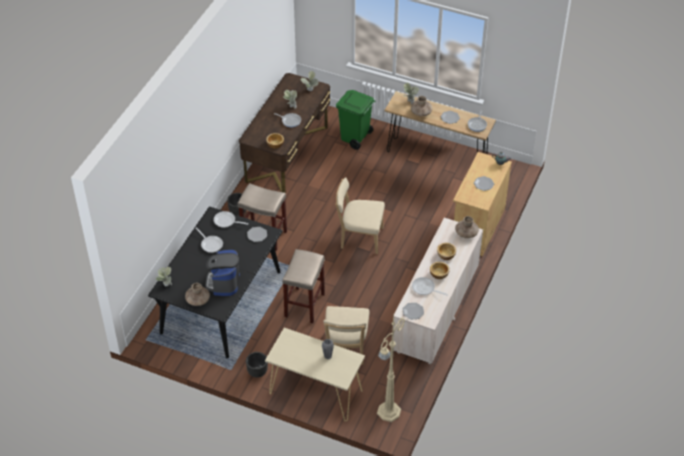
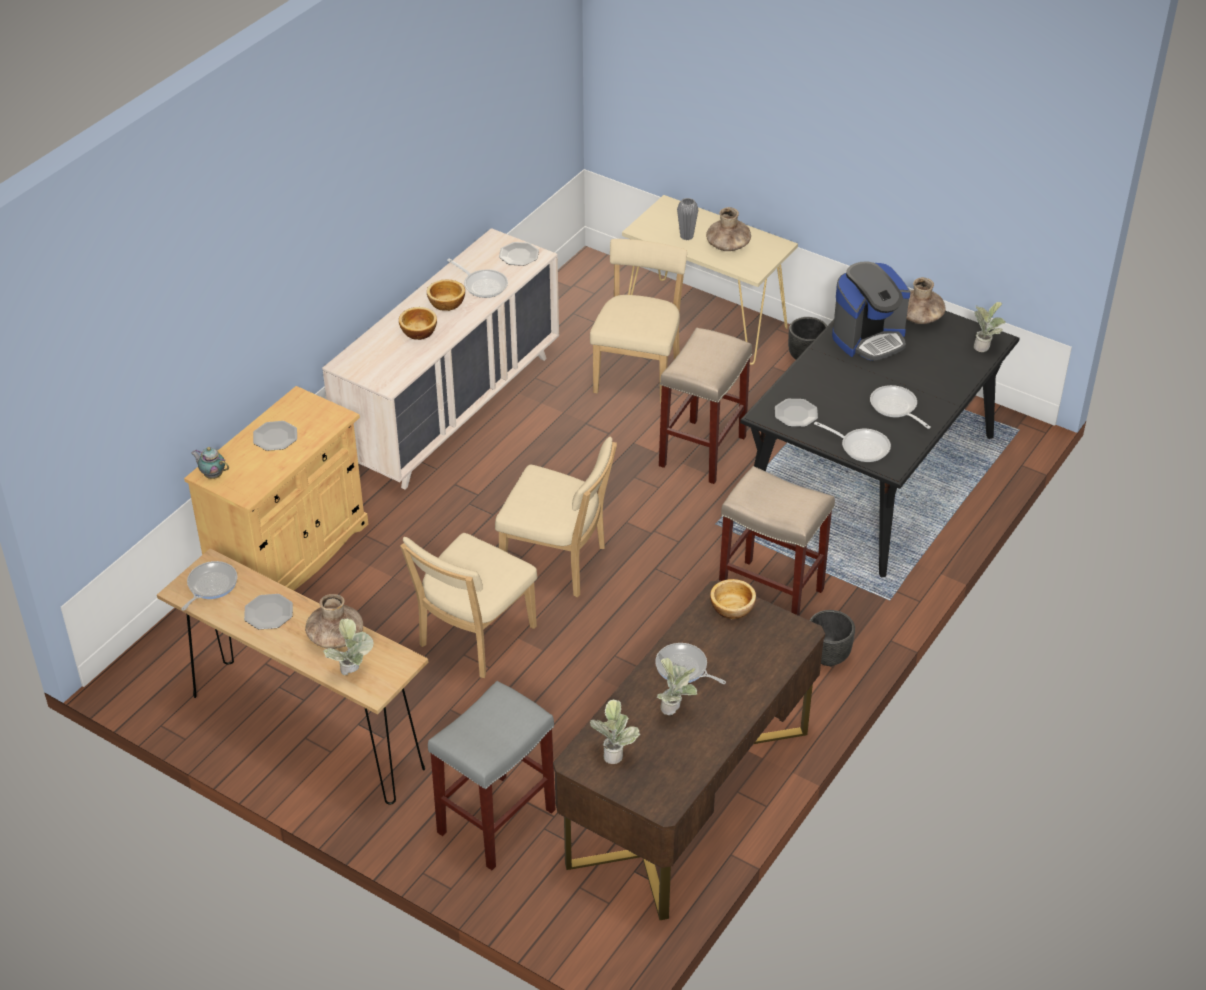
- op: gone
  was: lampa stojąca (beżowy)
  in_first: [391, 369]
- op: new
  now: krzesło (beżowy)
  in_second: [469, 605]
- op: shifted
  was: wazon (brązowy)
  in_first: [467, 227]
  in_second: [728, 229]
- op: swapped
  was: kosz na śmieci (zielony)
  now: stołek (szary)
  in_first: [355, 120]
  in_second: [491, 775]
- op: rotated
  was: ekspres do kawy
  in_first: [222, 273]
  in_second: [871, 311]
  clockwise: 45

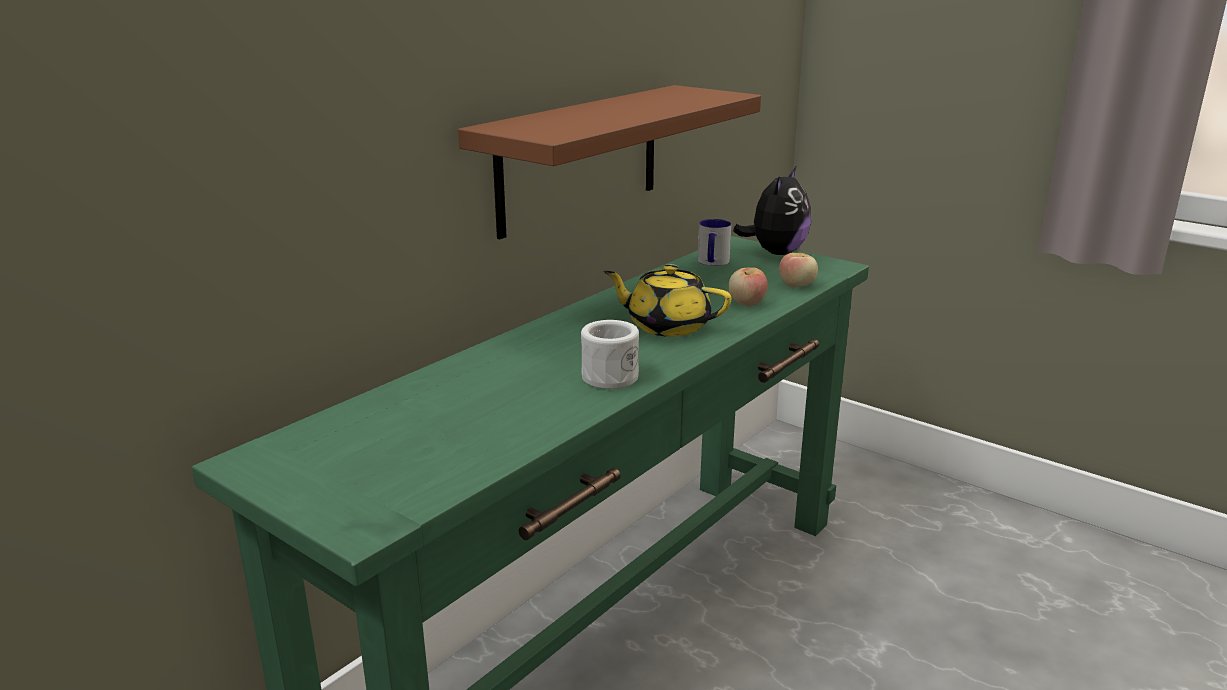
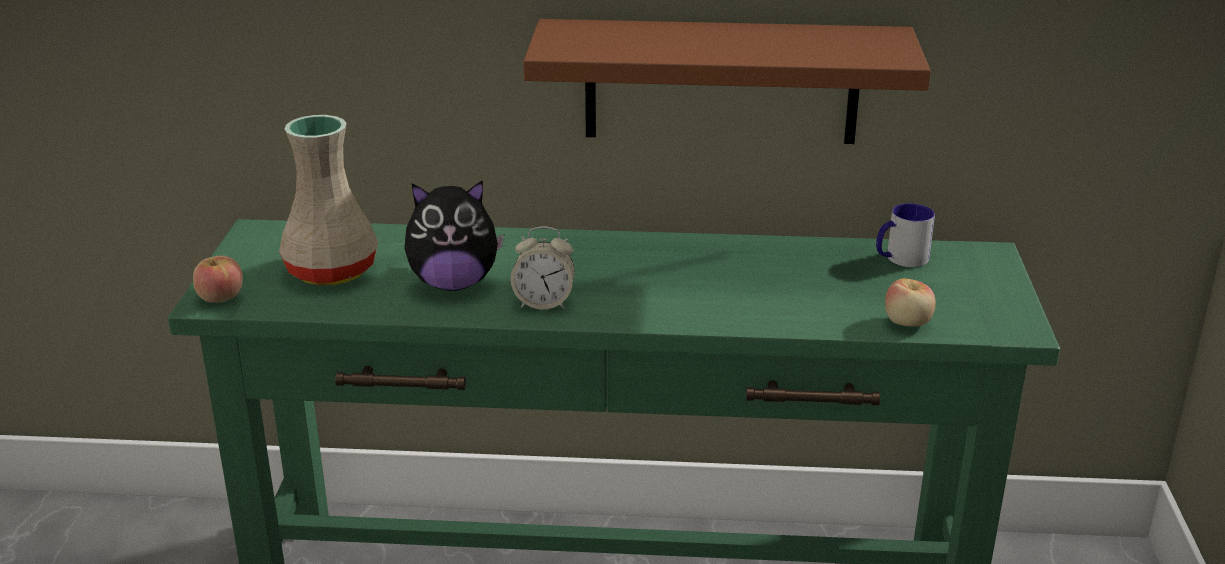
- op: gone
  was: imbryk (żółty)
  in_first: [667, 300]
- op: new
  now: wazon (beżowy)
  in_second: [328, 200]
- op: shifted
  was: jabłko
  in_first: [748, 287]
  in_second: [218, 279]
- op: shifted
  was: pluszak
  in_first: [772, 211]
  in_second: [454, 235]
- op: swapped
  was: kubek (biały)
  now: budzik
  in_first: [610, 354]
  in_second: [543, 267]

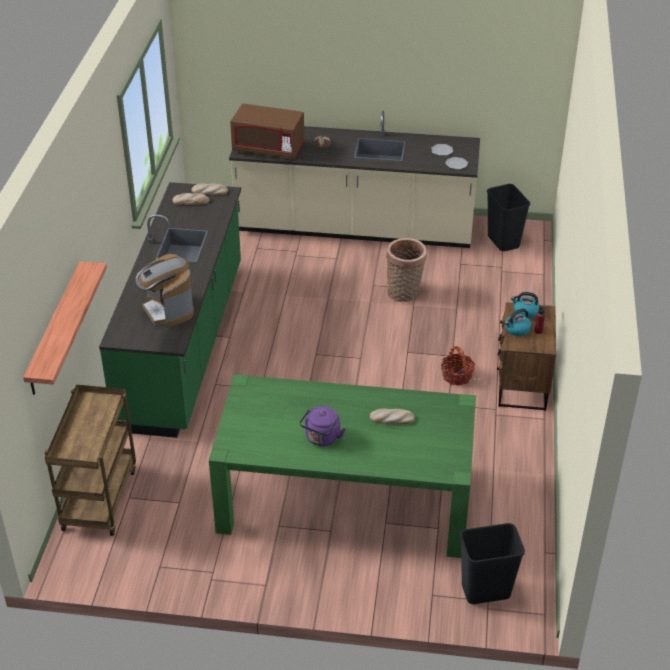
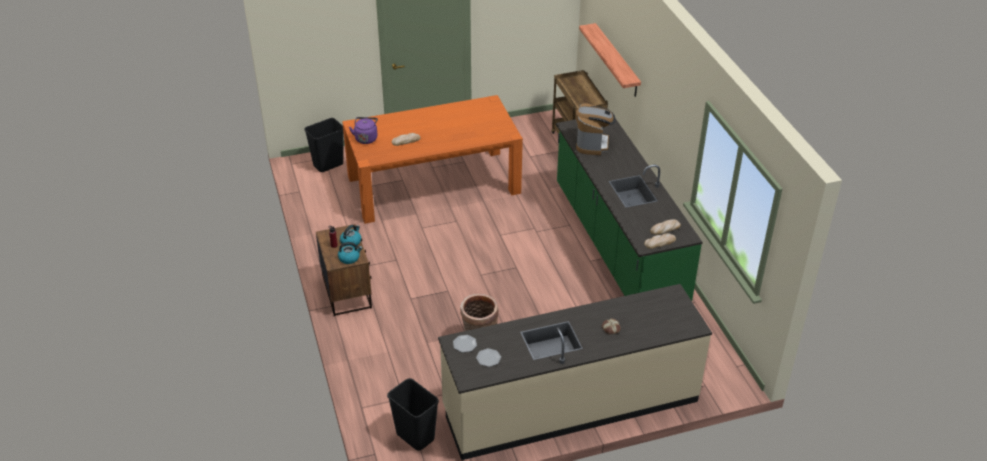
- op: gone
  was: mikrofalówka (brązowy)
  in_first: [267, 131]
- op: gone
  was: koszyk
  in_first: [458, 366]
- op: shifted
  was: czajnik (fioletowy)
  in_first: [322, 426]
  in_second: [363, 130]
- op: repainted
  was: stół jadalny (zielony)
  now: stół jadalny (pomarańczowy)
  in_first: [342, 466]
  in_second: [432, 159]
- op: rotated
  was: ekspres do kawy
  in_first: [165, 291]
  in_second: [596, 129]
  clockwise: 60

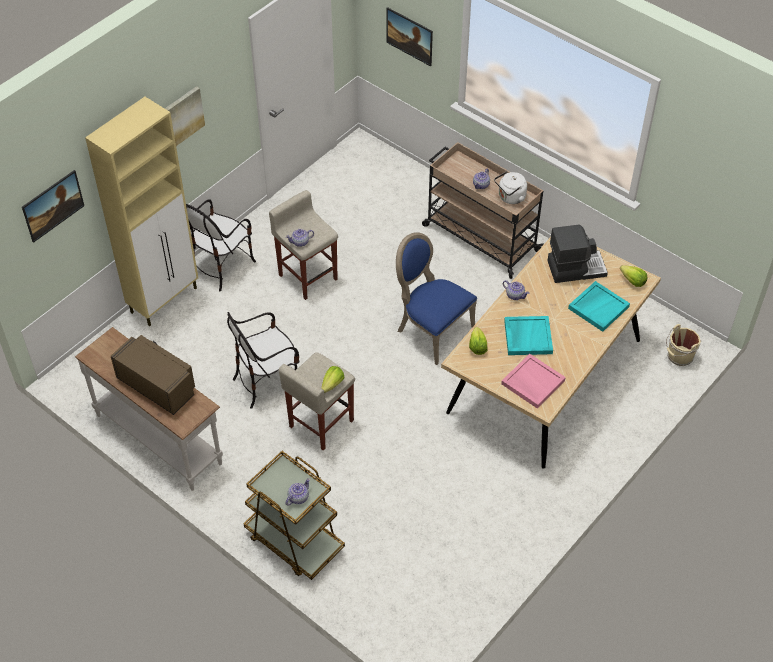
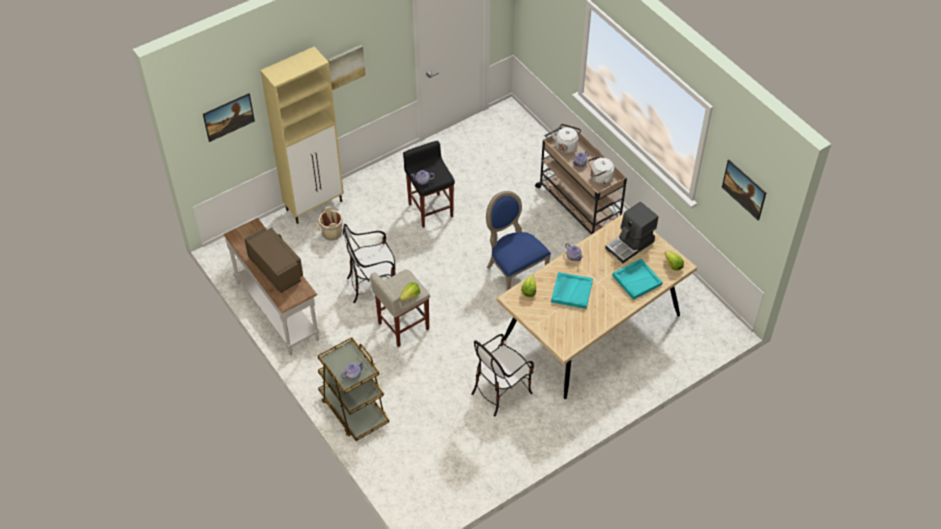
- op: gone
  was: taca (różowy)
  in_first: [533, 381]
- op: new
  now: czajnik (biały)
  in_second: [566, 138]
- op: shifted
  was: krzesło
  in_first: [221, 245]
  in_second: [502, 375]
- op: shifted
  was: obraz
  in_first: [409, 36]
  in_second: [744, 190]
- op: shifted
  was: wiadro (beżowy)
  in_first: [683, 345]
  in_second: [330, 224]
- op: repainted
  was: stołek (beżowy)
  now: stołek (czarny)
  in_first: [303, 245]
  in_second: [429, 184]
- op: rotated
  was: ekspres do kawy
  in_first: [577, 254]
  in_second: [632, 232]
  clockwise: 135

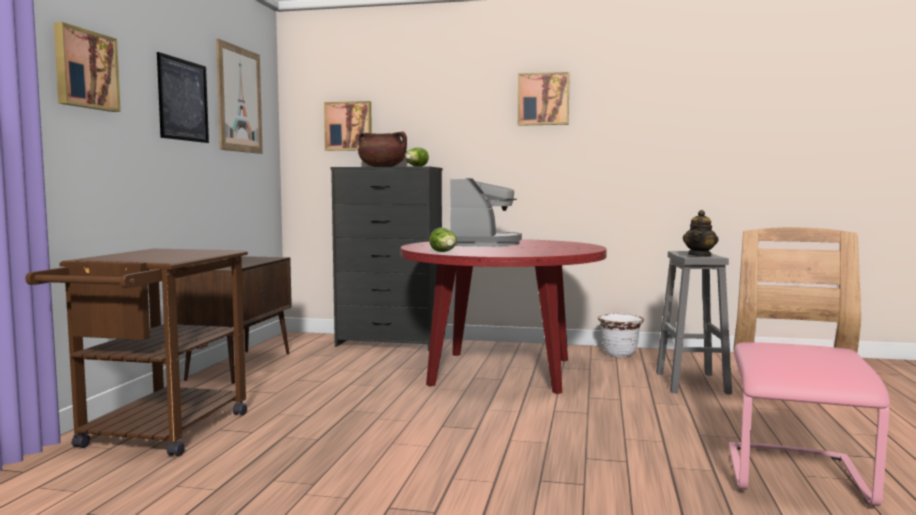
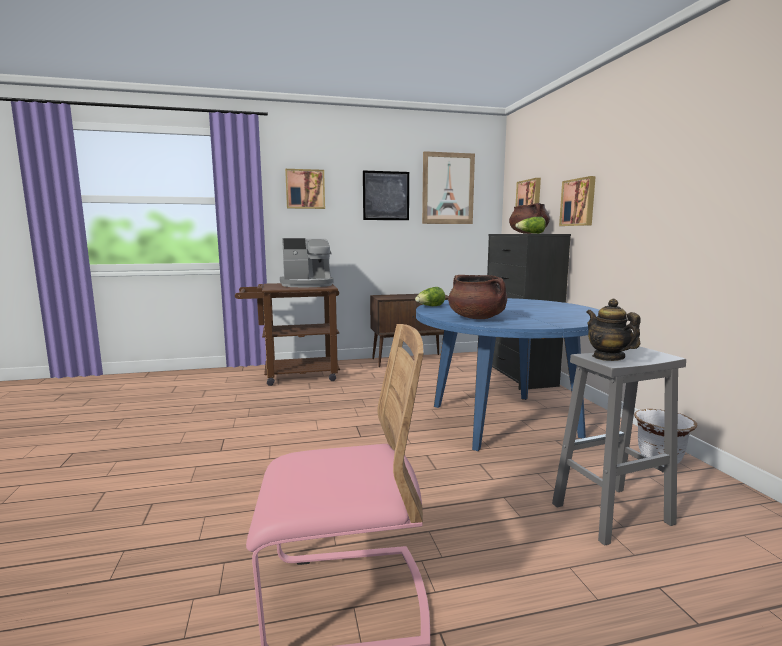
- op: new
  now: garnek (brązowy)
  in_second: [477, 297]
- op: shifted
  was: ekspres do kawy
  in_first: [486, 212]
  in_second: [307, 262]
- op: shifted
  was: obraz
  in_first: [544, 99]
  in_second: [577, 201]
- op: repainted
  was: stół jadalny (czerwony)
  now: stół jadalny (niebieski)
  in_first: [504, 316]
  in_second: [507, 374]
- op: rotated
  was: imbryk
  in_first: [700, 233]
  in_second: [613, 330]
  clockwise: 60

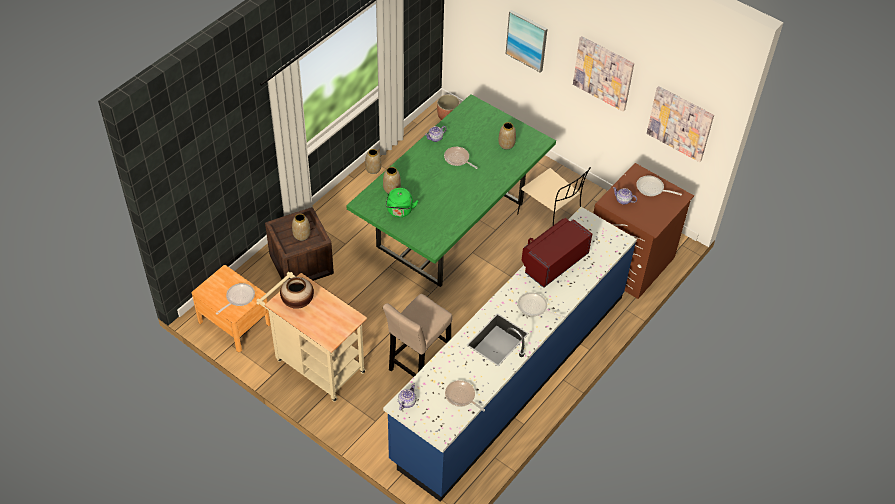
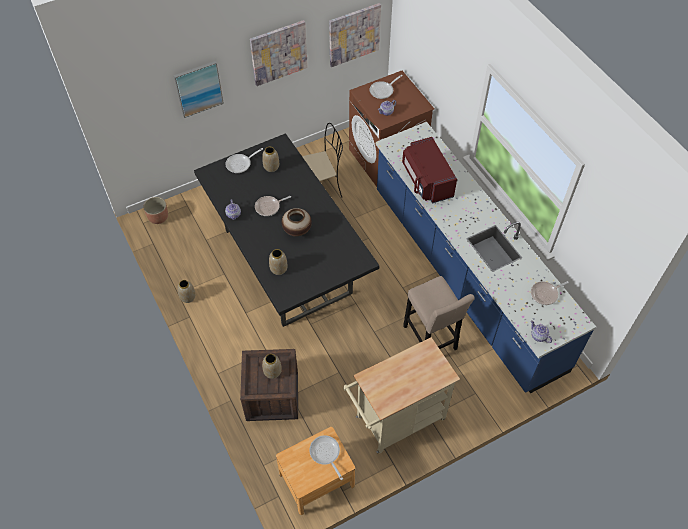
- op: gone
  was: czajnik (zielony)
  in_first: [402, 202]
- op: shifted
  was: wazon
  in_first: [297, 293]
  in_second: [297, 222]
- op: shifted
  was: patelnia
  in_first: [541, 305]
  in_second: [244, 160]
- op: repainted
  was: stół jadalny (zielony)
  now: stół jadalny (czarny)
  in_first: [451, 190]
  in_second: [286, 230]

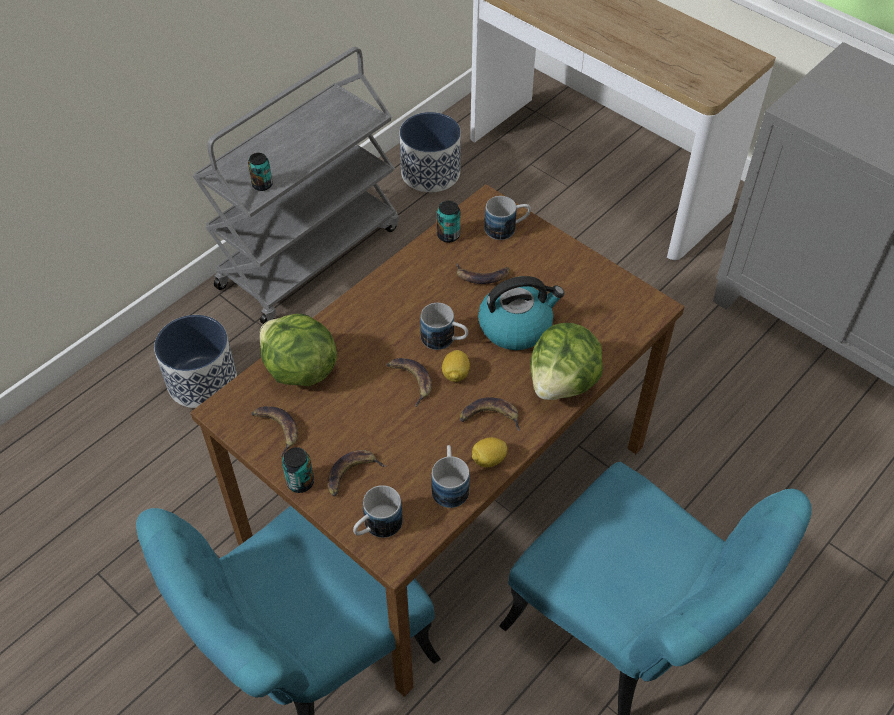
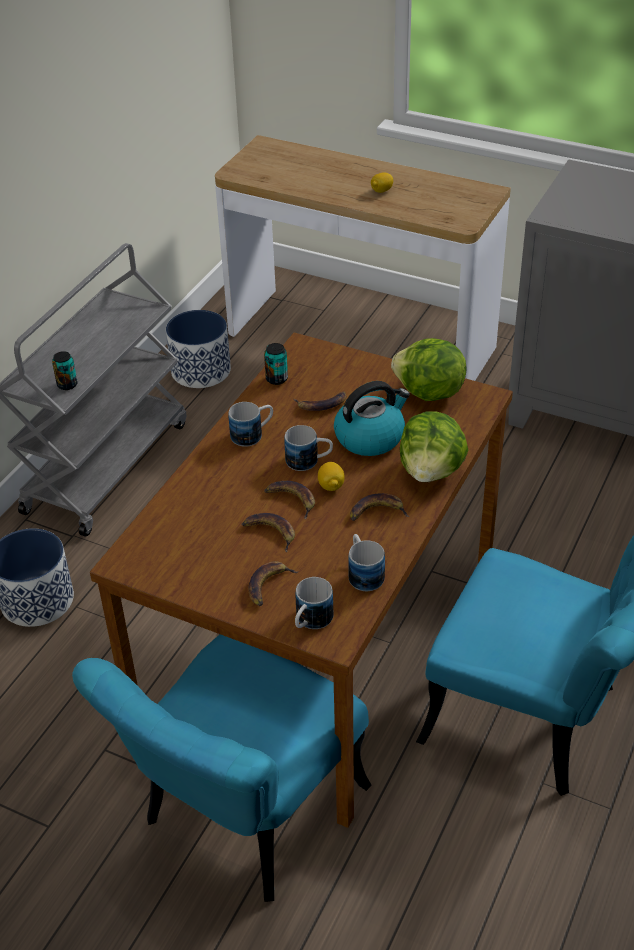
- op: gone
  was: puszka
  in_first: [298, 470]
- op: shifted
  was: banan
  in_first: [274, 431]
  in_second: [268, 532]
- op: shifted
  was: sałata
  in_first: [298, 350]
  in_second: [429, 369]
- op: shifted
  was: cytryna
  in_first: [489, 452]
  in_second: [382, 182]
- op: shifted
  was: kubek
  in_first: [508, 218]
  in_second: [250, 424]

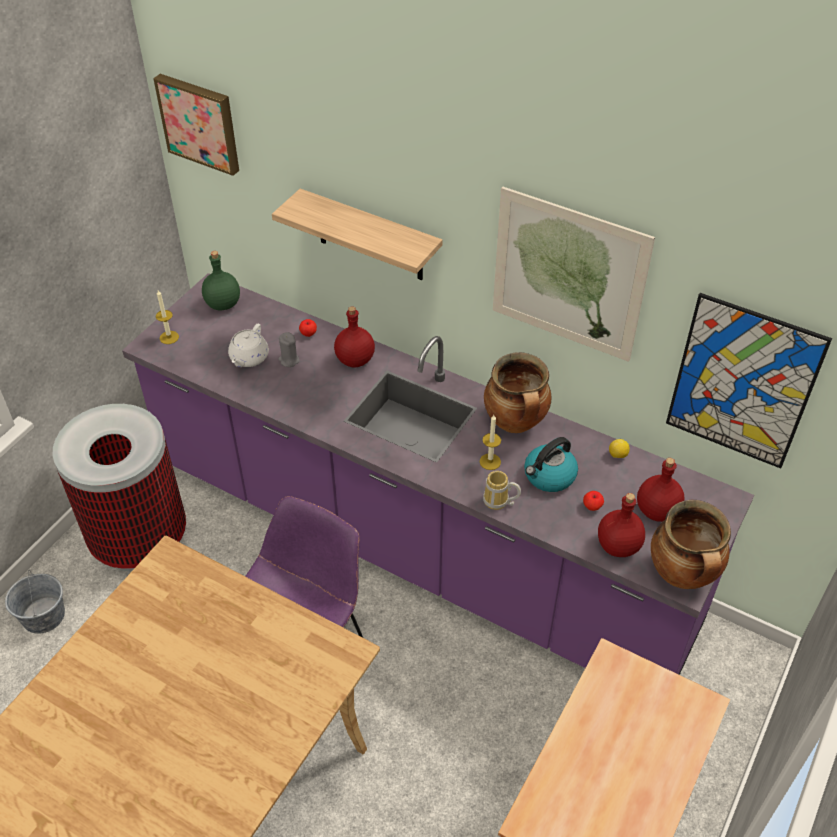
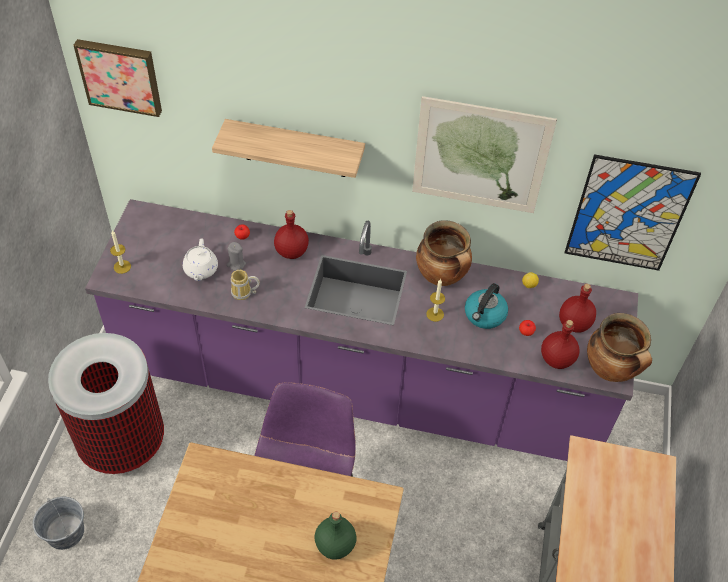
- op: shifted
  was: butelka (zielony)
  in_first: [221, 280]
  in_second: [335, 536]
- op: shifted
  was: kubek
  in_first: [502, 490]
  in_second: [245, 285]

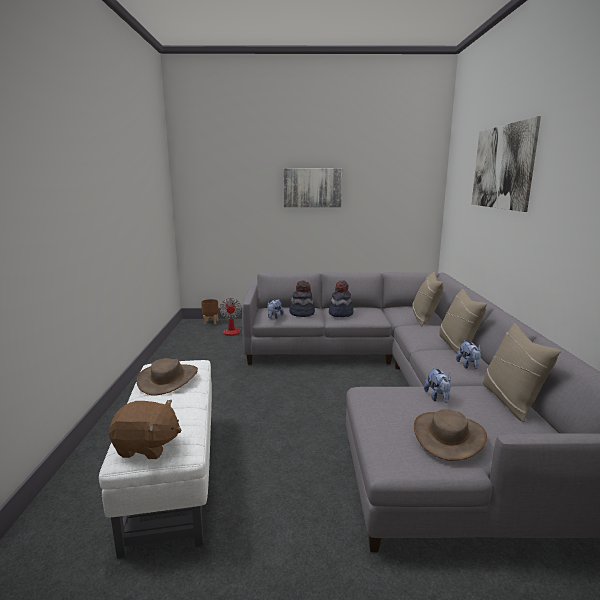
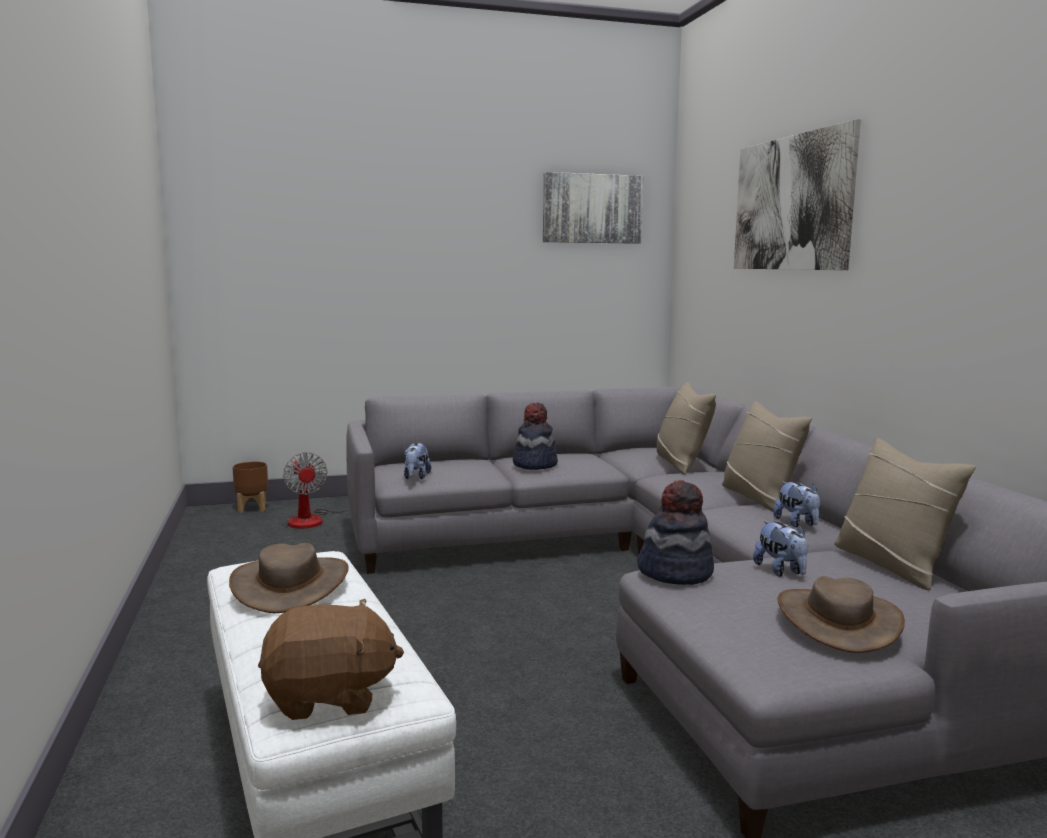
- op: shifted
  was: obraz
  in_first: [313, 187]
  in_second: [593, 208]
- op: shifted
  was: kapelusz
  in_first: [302, 298]
  in_second: [675, 532]

